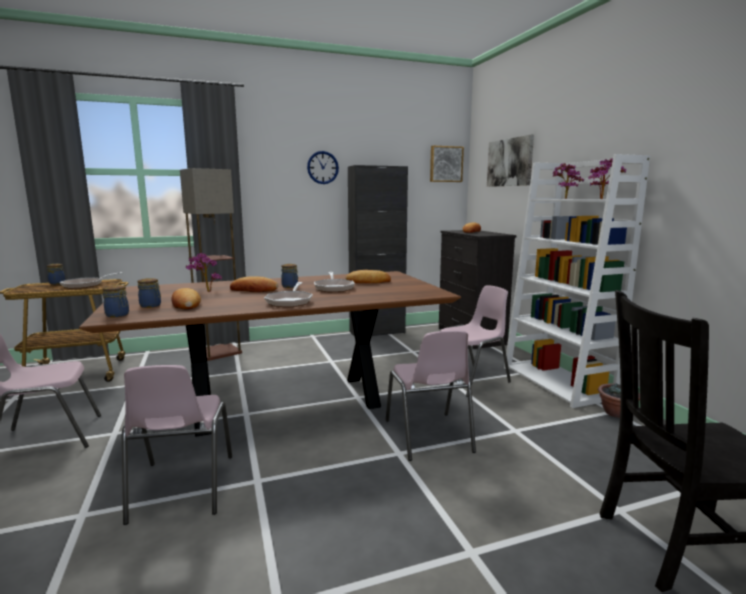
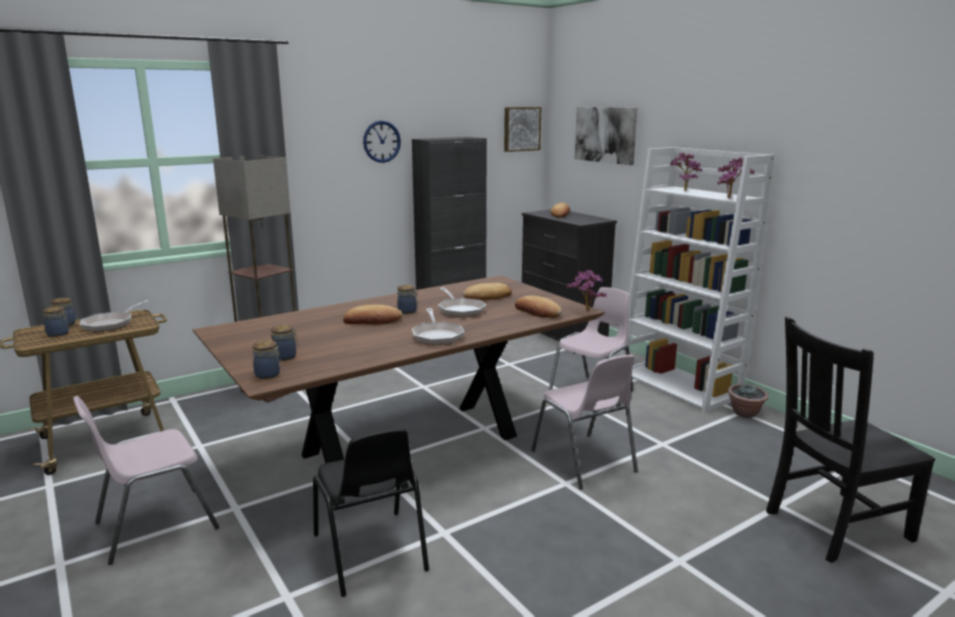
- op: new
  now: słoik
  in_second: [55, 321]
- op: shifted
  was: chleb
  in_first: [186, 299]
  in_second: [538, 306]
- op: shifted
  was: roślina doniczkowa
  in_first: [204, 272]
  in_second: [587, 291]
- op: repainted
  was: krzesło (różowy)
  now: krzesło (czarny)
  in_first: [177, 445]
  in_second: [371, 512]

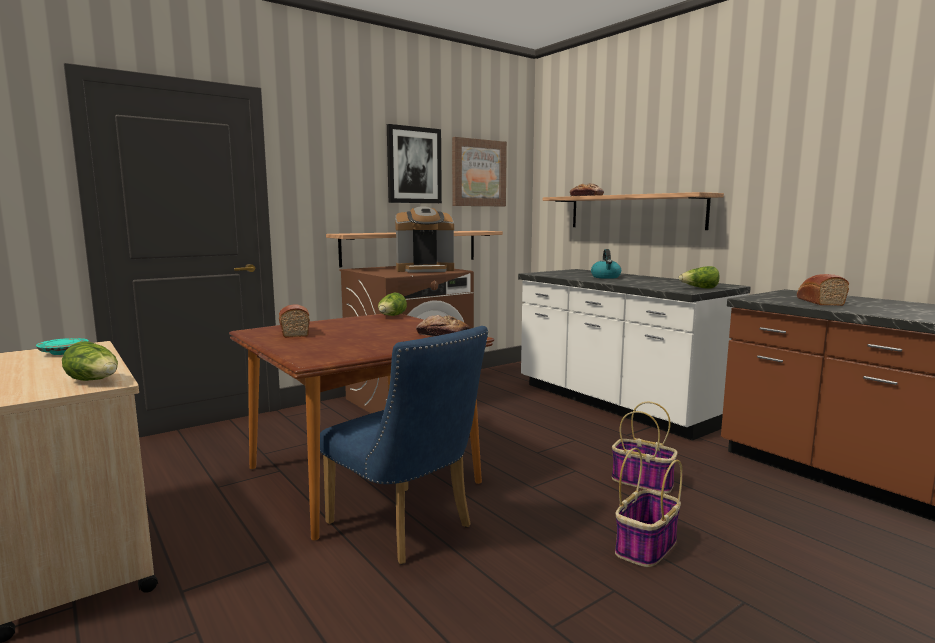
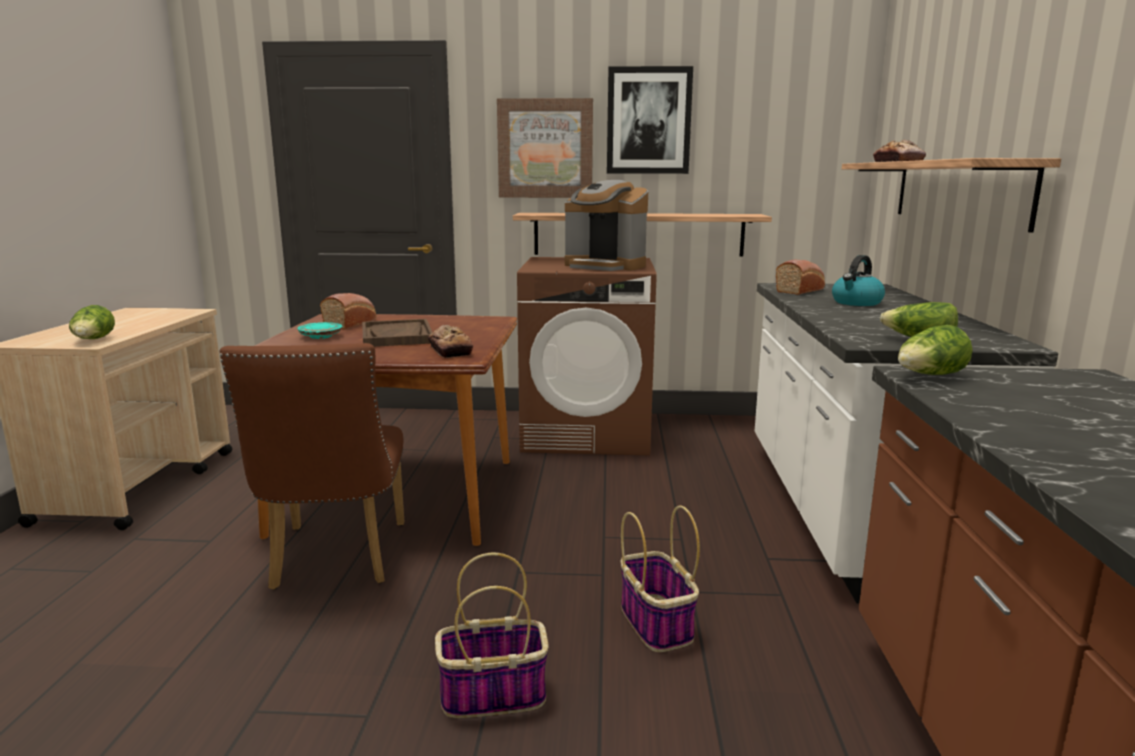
- op: new
  now: taca (brązowy)
  in_second: [397, 333]
- op: shifted
  was: talerz (turkusowy)
  in_first: [62, 346]
  in_second: [319, 330]
- op: shifted
  was: sałata
  in_first: [392, 304]
  in_second: [935, 350]
- op: shifted
  was: obraz
  in_first: [479, 171]
  in_second: [545, 148]
- op: shifted
  was: chleb
  in_first: [823, 290]
  in_second: [800, 277]
- op: repainted
  was: krzesło (niebieski)
  now: krzesło (brązowy)
  in_first: [404, 445]
  in_second: [312, 466]

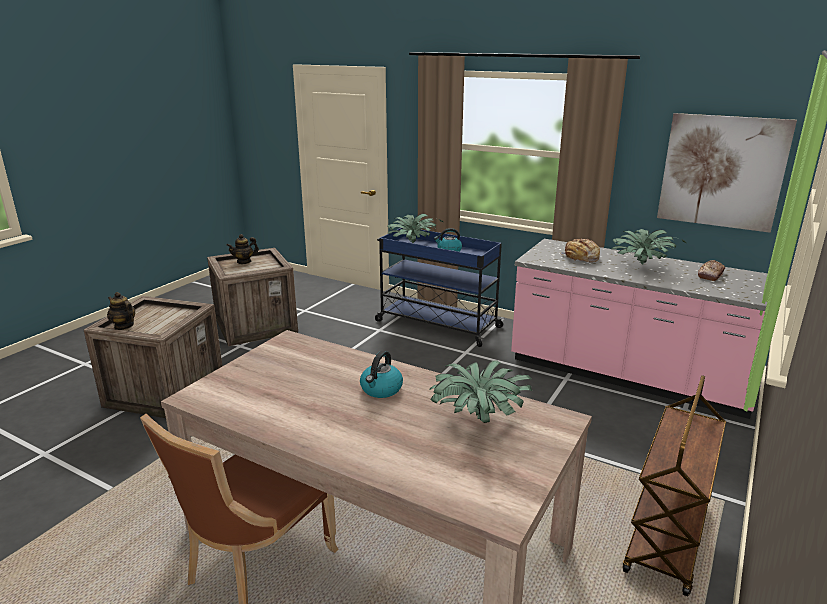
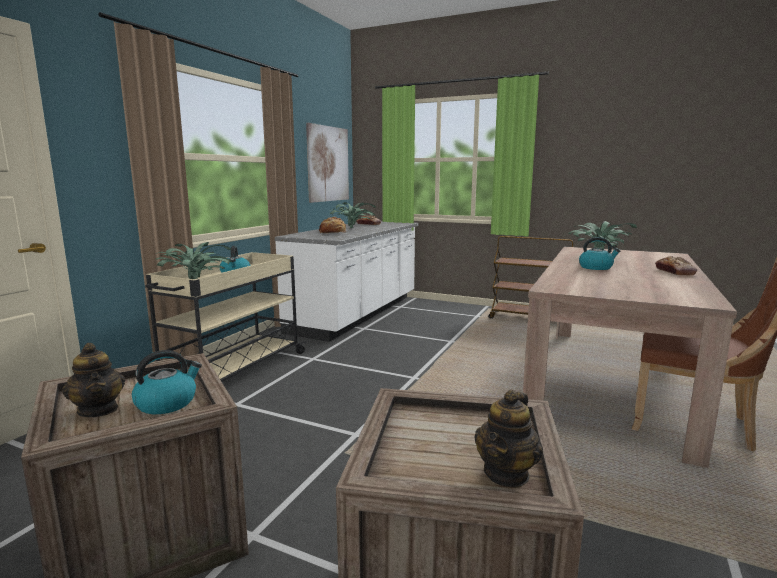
- op: new
  now: czajnik
  in_second: [167, 382]
- op: new
  now: chleb
  in_second: [676, 265]
- op: repainted
  was: wózek (niebieski)
  now: wózek (beżowy)
  in_first: [440, 287]
  in_second: [225, 317]
- op: repainted
  was: zabudowa kuchenna (różowy)
  now: zabudowa kuchenna (biały)
  in_first: [639, 329]
  in_second: [347, 281]

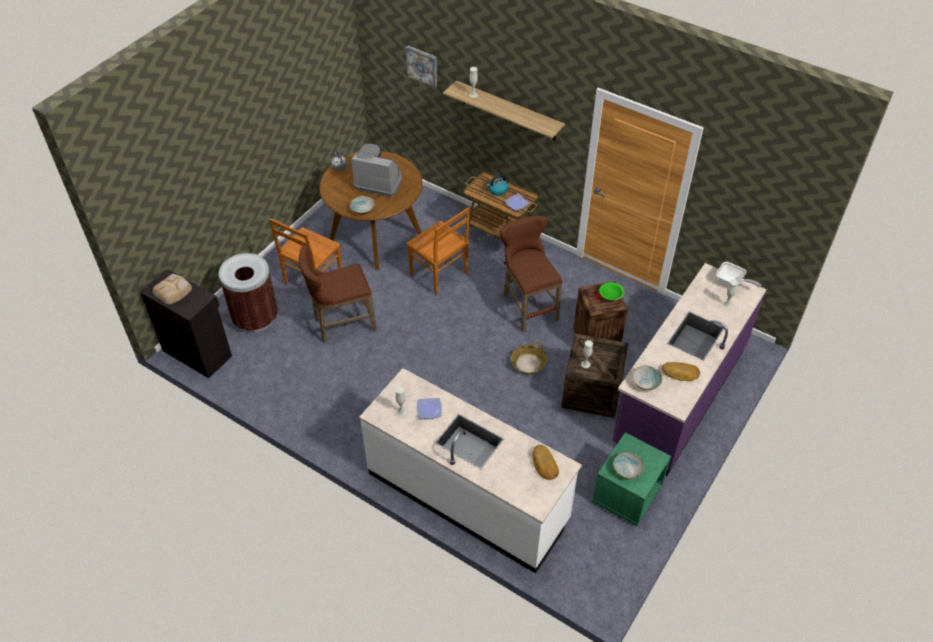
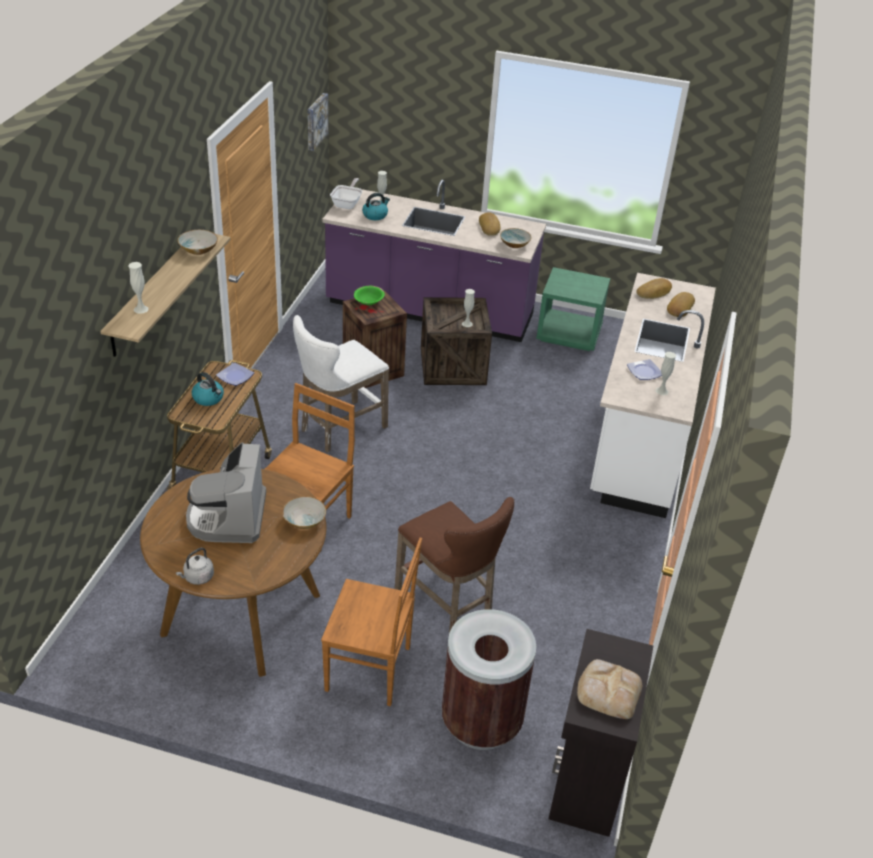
- op: gone
  was: koszyk
  in_first: [529, 358]
- op: new
  now: czajnik
  in_second: [376, 206]
- op: new
  now: chleb
  in_second: [681, 304]
- op: shifted
  was: obraz
  in_first: [421, 67]
  in_second: [318, 122]
- op: shifted
  was: miska
  in_first: [628, 465]
  in_second: [197, 242]
- op: repainted
  was: stołek (brązowy)
  now: stołek (biały)
  in_first: [531, 274]
  in_second: [341, 384]

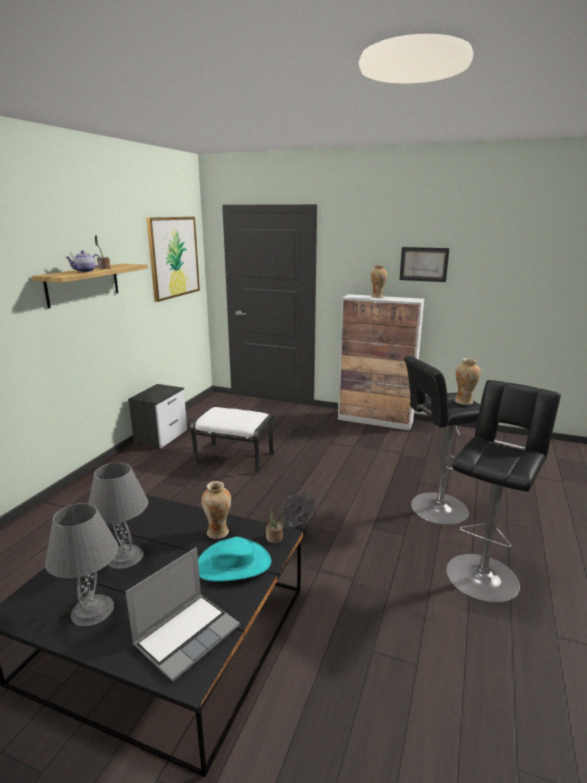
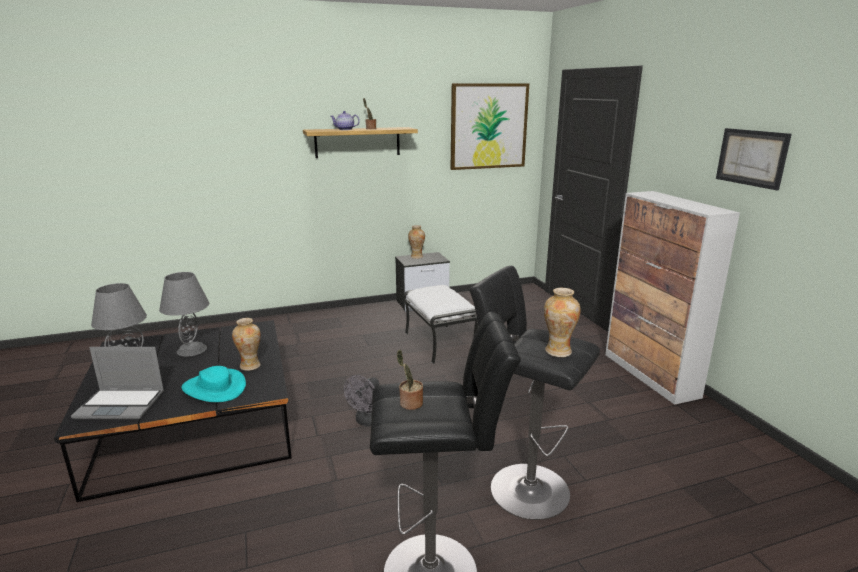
- op: shifted
  was: roślina doniczkowa
  in_first: [274, 523]
  in_second: [410, 380]
- op: shifted
  was: wazon
  in_first: [379, 281]
  in_second: [416, 242]

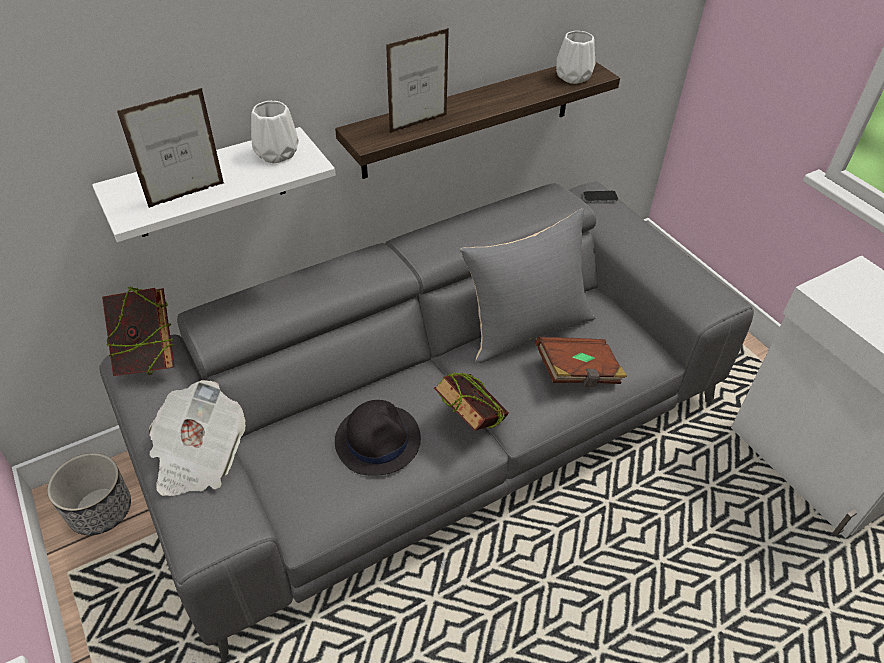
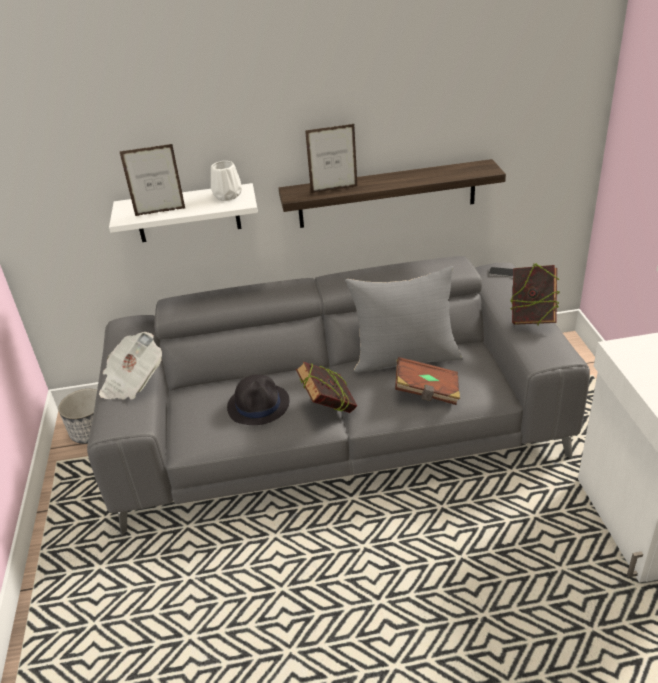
- op: gone
  was: wazon (biały)
  in_first: [575, 57]
- op: shifted
  was: książka
  in_first: [138, 331]
  in_second: [535, 294]

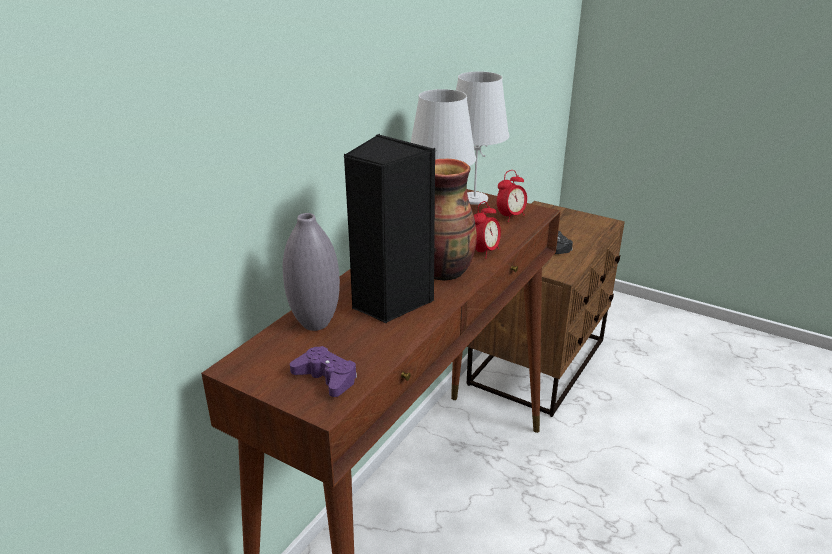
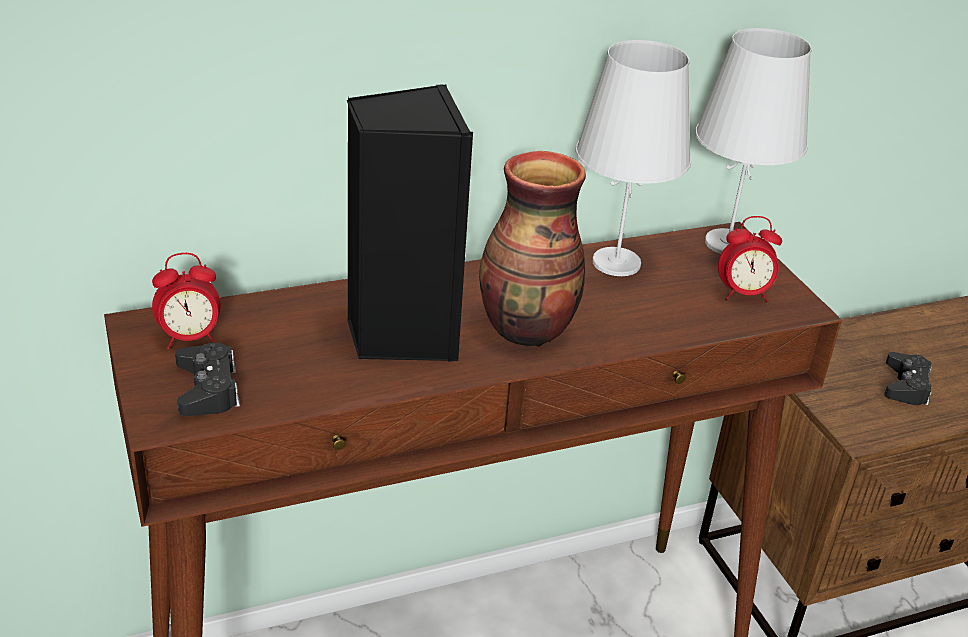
- op: gone
  was: wazon (szary)
  in_first: [311, 272]
- op: shifted
  was: budzik
  in_first: [487, 230]
  in_second: [186, 301]
- op: repainted
  was: pad do gier (fioletowy)
  now: pad do gier (czarny)
  in_first: [323, 371]
  in_second: [207, 379]

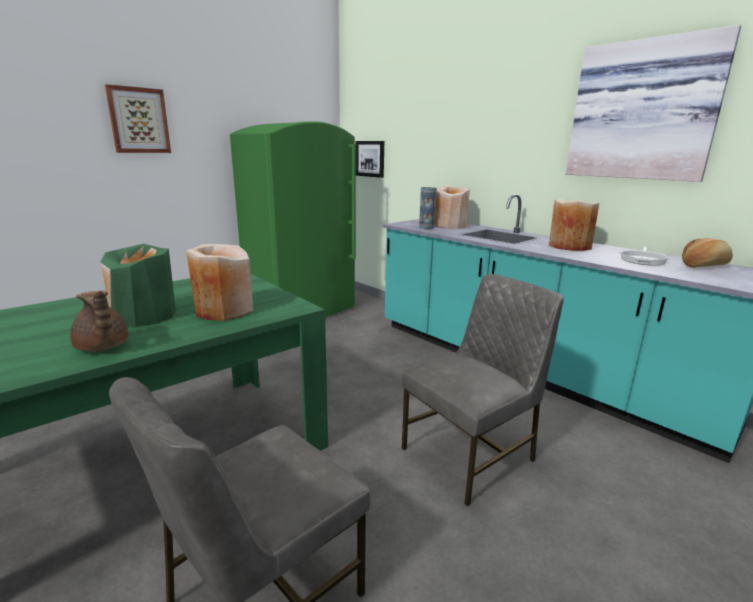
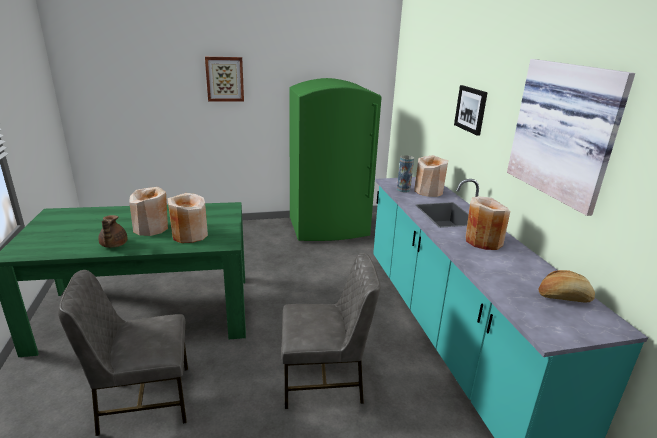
- op: gone
  was: patelnia
  in_first: [645, 256]
- op: shifted
  was: obraz
  in_first: [370, 159]
  in_second: [471, 110]
- op: repainted
  was: wazon (zielony)
  now: wazon (beżowy)
  in_first: [138, 285]
  in_second: [148, 211]

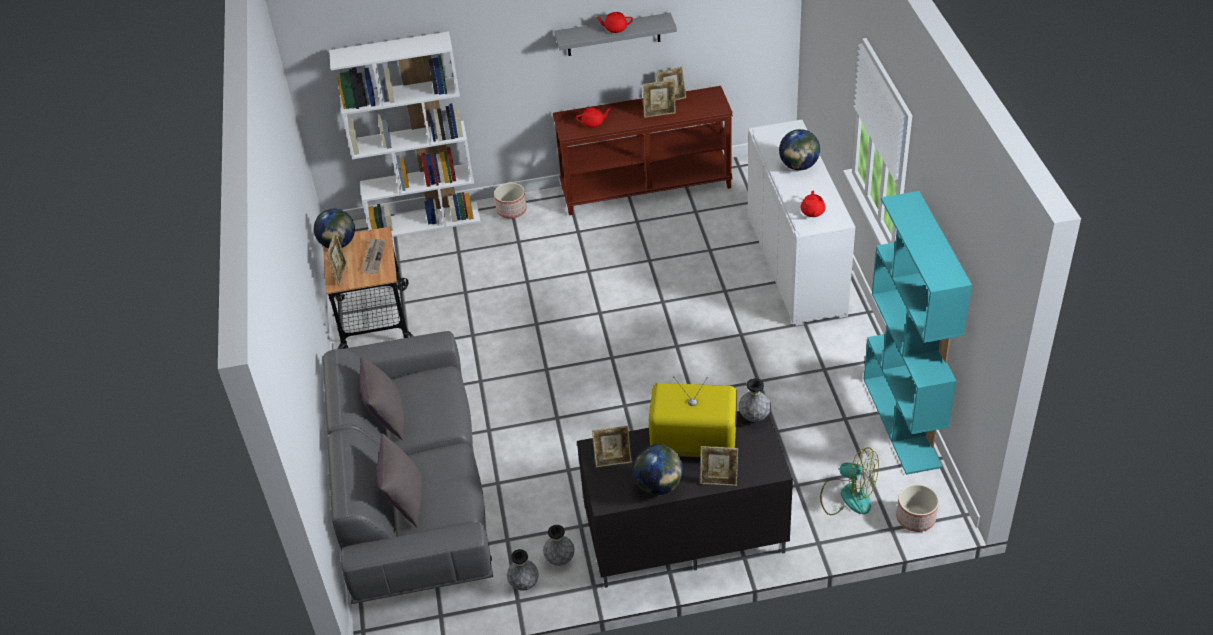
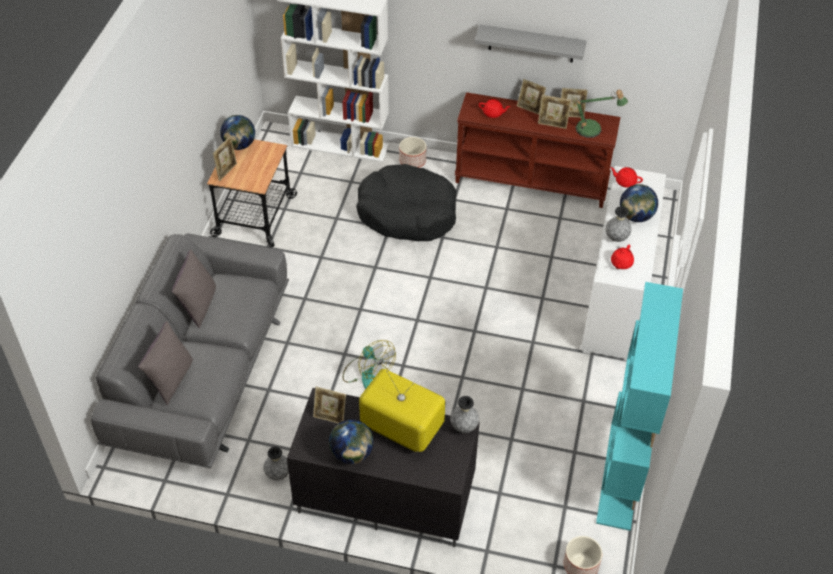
- op: gone
  was: gazeta
  in_first: [373, 256]
- op: new
  now: legowisko (czarny)
  in_second: [406, 202]
- op: new
  now: lampa stołowa
  in_second: [601, 113]
- op: shifted
  was: wazon (szary)
  in_first: [523, 570]
  in_second: [618, 224]
- op: shifted
  was: imbryk (czerwony)
  in_first: [614, 22]
  in_second: [626, 177]
- op: shifted
  was: ramka na zdjęcie
  in_first: [719, 466]
  in_second: [531, 97]
- op: shifted
  was: wentylator
  in_first: [849, 481]
  in_second: [369, 364]

